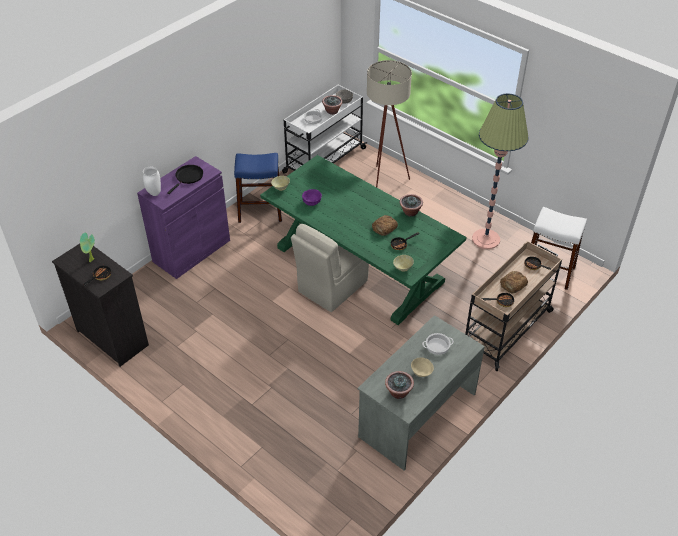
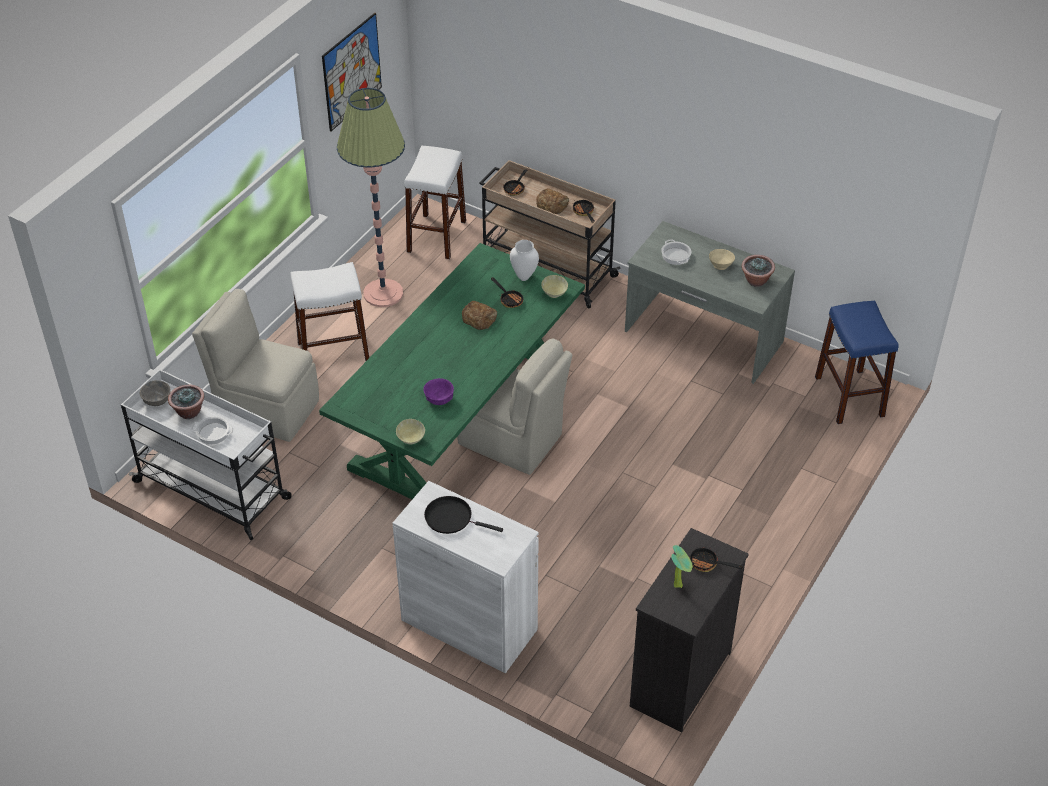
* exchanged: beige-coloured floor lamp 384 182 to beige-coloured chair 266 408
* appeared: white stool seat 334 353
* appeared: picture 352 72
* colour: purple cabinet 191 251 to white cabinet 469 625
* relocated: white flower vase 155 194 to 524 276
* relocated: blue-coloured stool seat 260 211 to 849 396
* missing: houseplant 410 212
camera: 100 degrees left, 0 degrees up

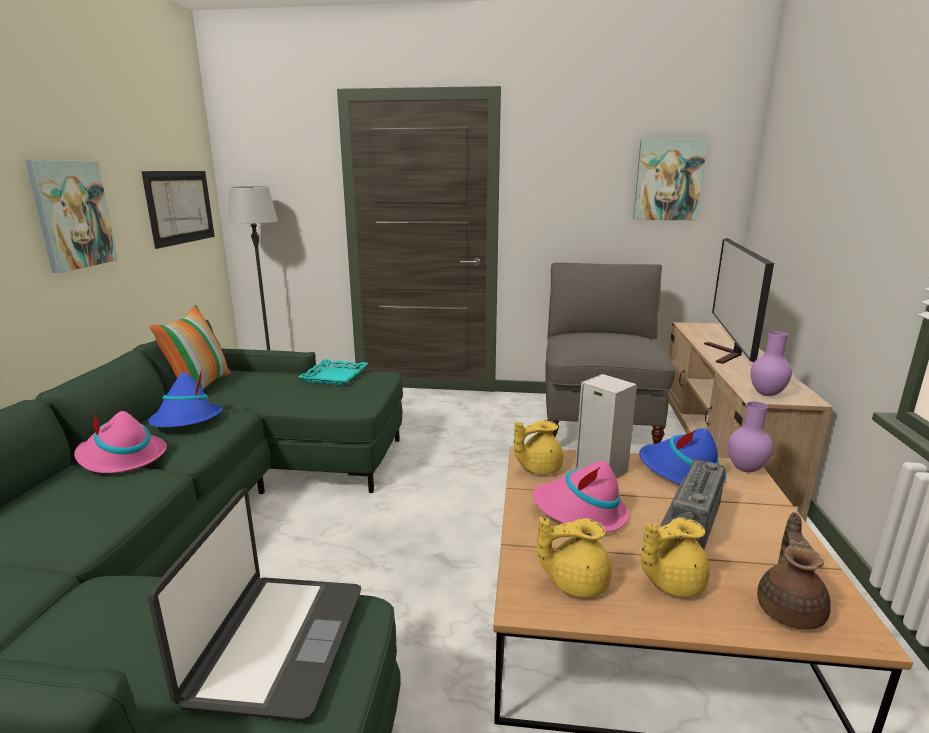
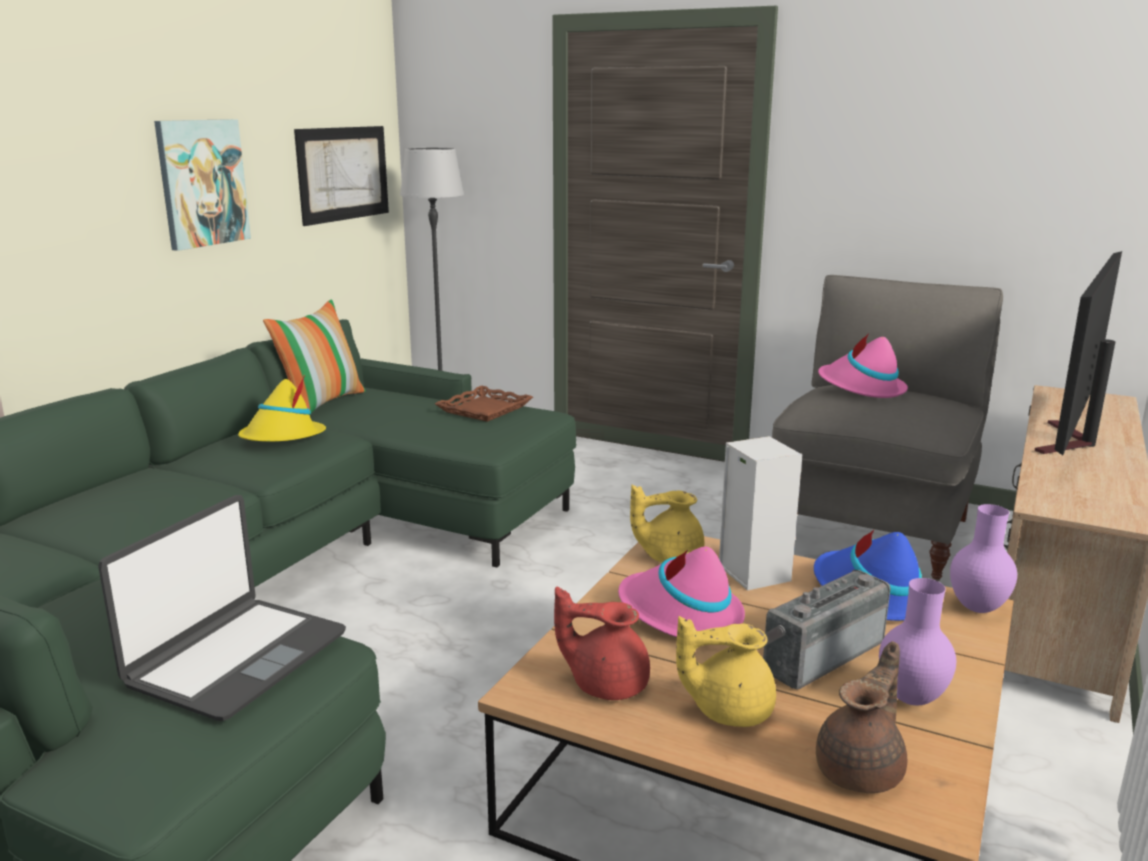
* colour: blue-coloured clothing hat 186 421 to yellowish clothing hat 282 438
* colour: blue-green tray 335 376 to brown tray 485 409
* colour: yellowish teapot 575 582 to reddish teapot 606 683
* relocated: pink-coloured clothing hat 121 457 to 861 388
* relocated: purple flower vase 766 394 to 911 697
* missing: picture 668 179
camera: 20 degrees right, 0 degrees up

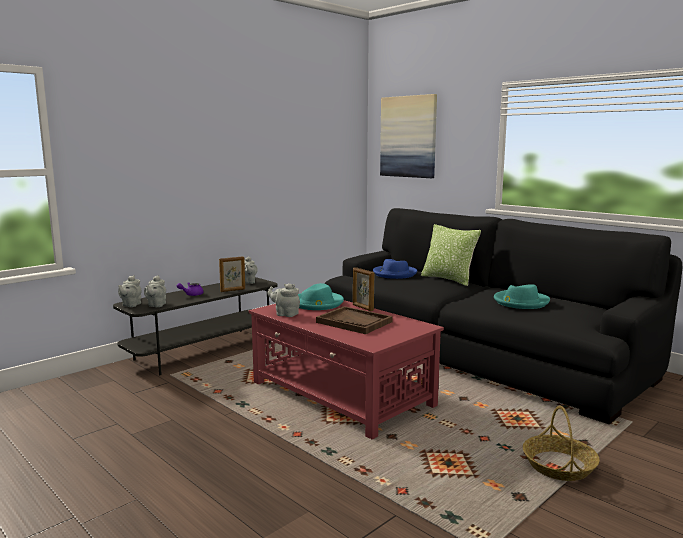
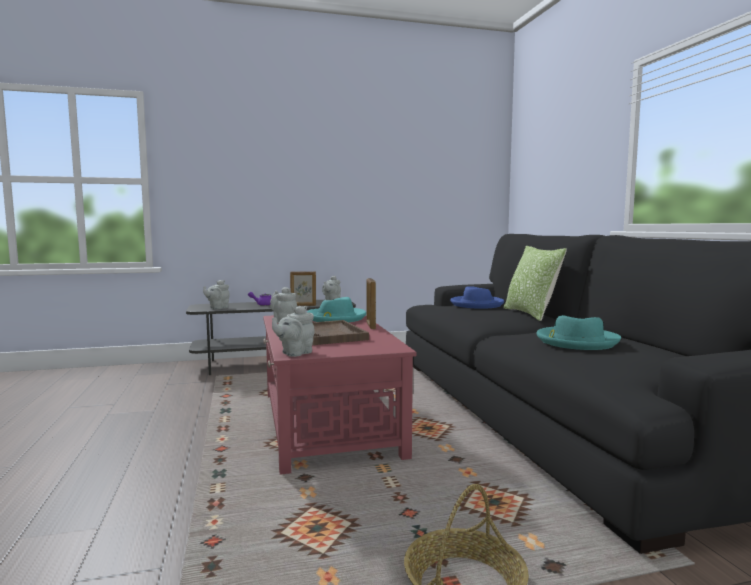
* relocated: grey teapot 131 305 to 295 353
* missing: picture 408 137
camera: 30 degrees right, 5 degrees down

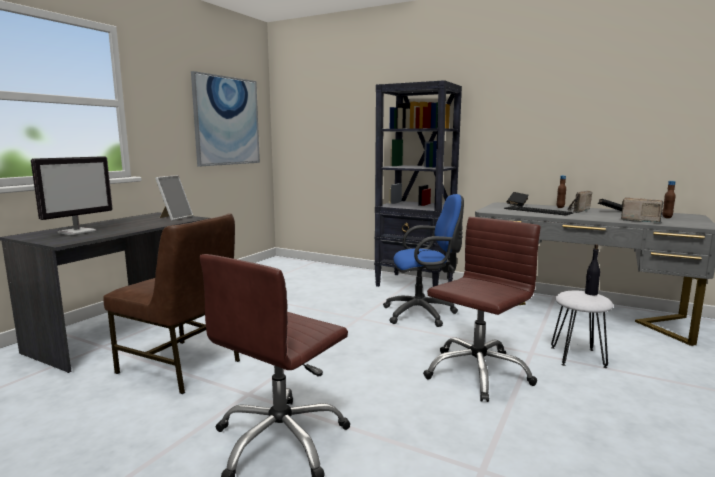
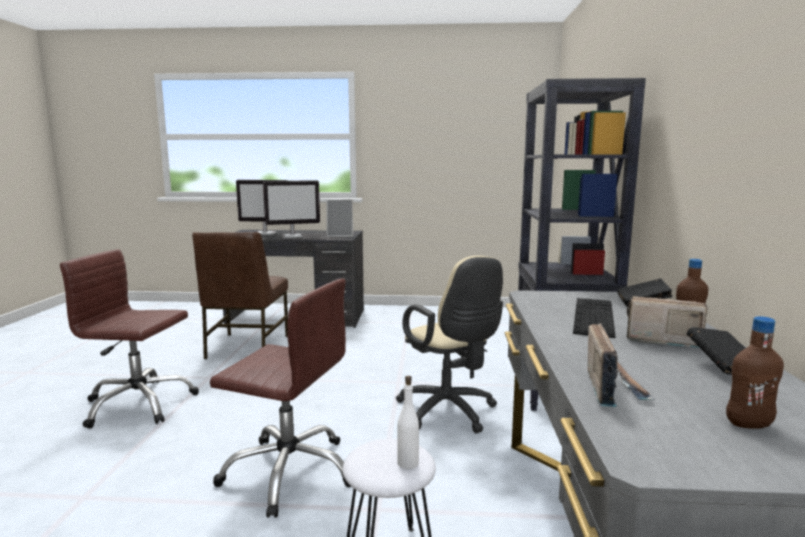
* appeared: computer screen 293 236
* colour: blue-coloured office chair 423 314 to beige-coloured office chair 449 413
* colour: blackish bottle 591 293 to white bottle 407 463
* missing: picture 227 121
camera: 65 degrees right, 0 degrees up

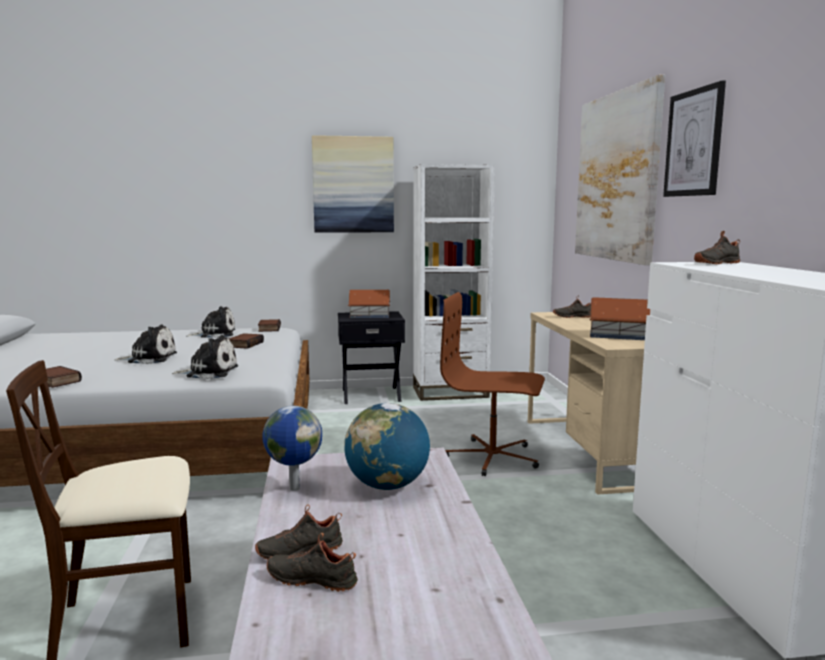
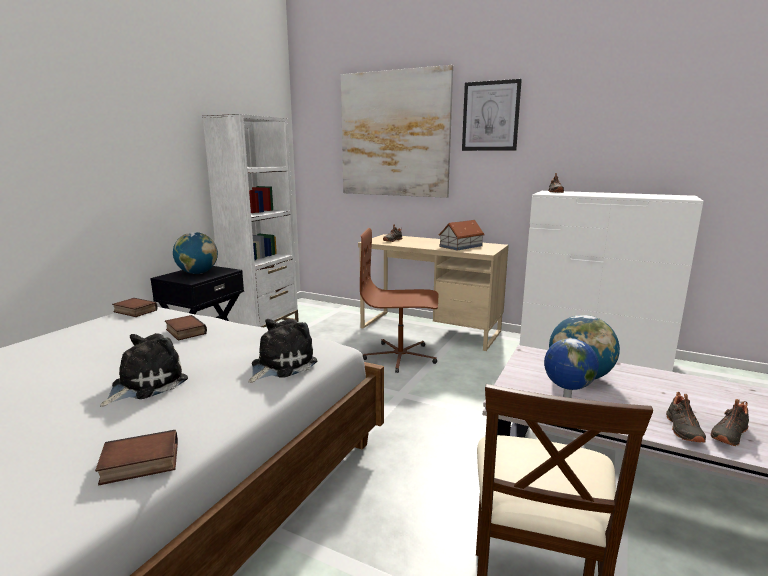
* exchanged: toy house 370 315 to globe 197 273
* spun: brown office chair 492 457 = 400 357 45 degrees clockwise
* missing: cuddly toy 215 334
* missing: picture 353 185
camera: 55 degrees left, 5 degrees up

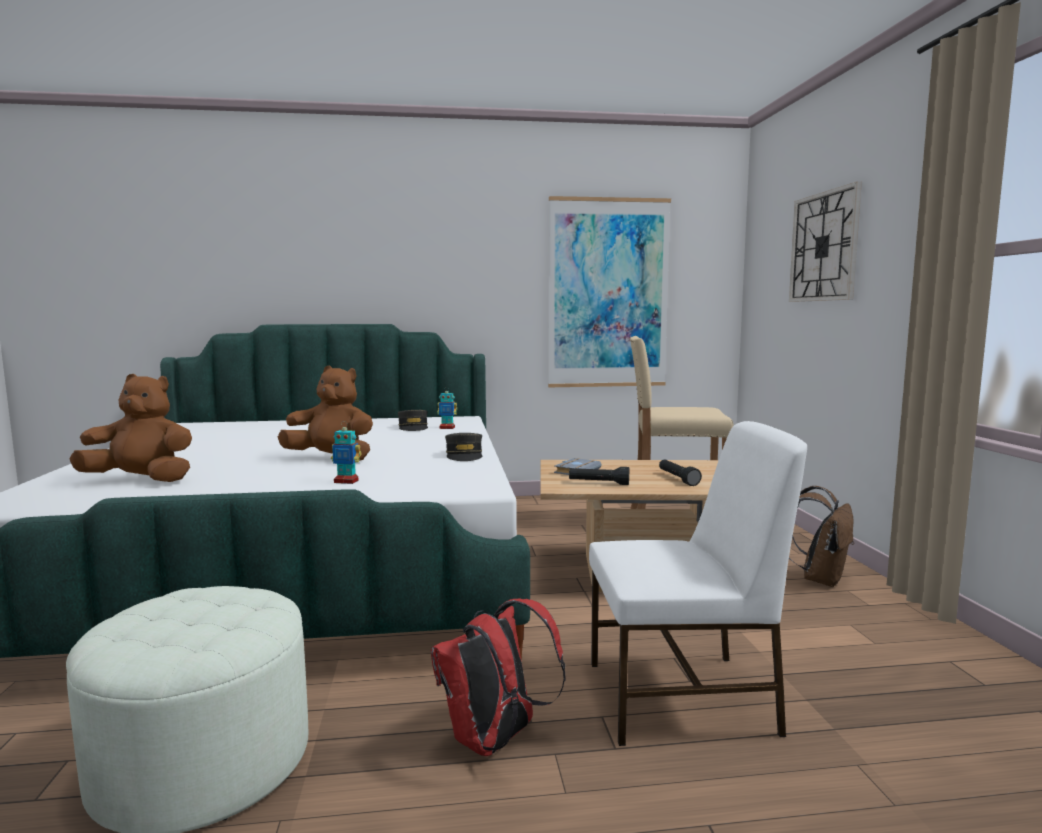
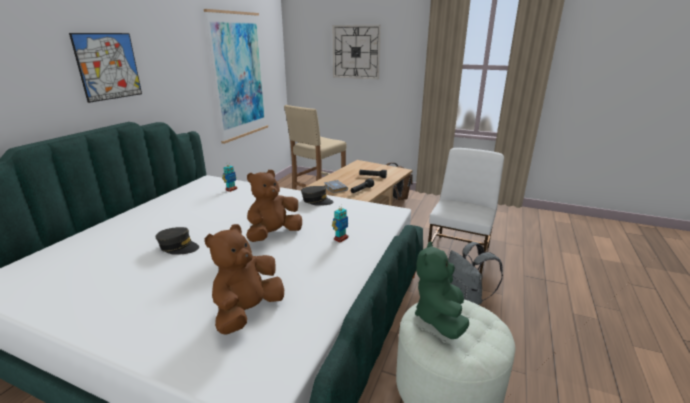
* appeared: picture 108 66
* relocated: grey baseball cap 413 427 to 178 247
* appeared: green-coloured cuddly toy 439 318
* colour: reddish rucksack 495 741 to grey rucksack 467 299
camera: 60 degrees left, 15 degrees up

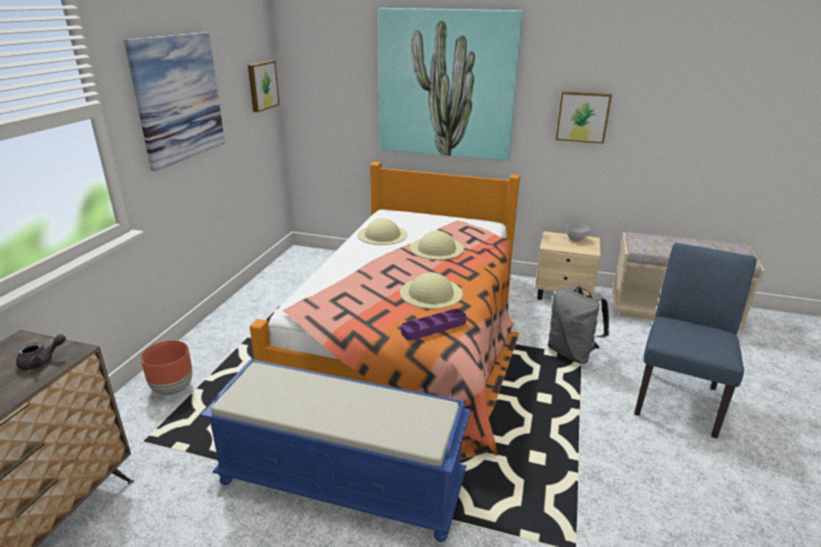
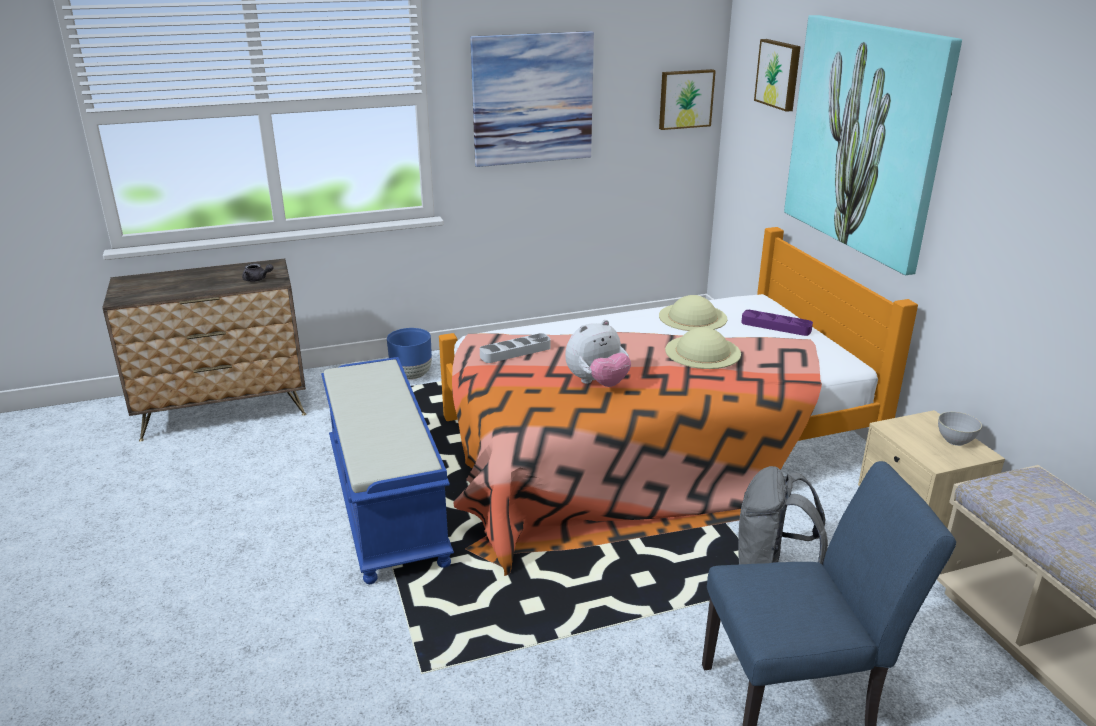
* colour: brown planter 172 388 to blue-coloured planter 411 375
* appeared: grey tray 515 352
* exchanged: beige-coloured clothing hat 431 293 to cuddly toy 597 383
* relocated: purple tray 434 327 to 776 326
* relocated: picture 582 117 to 779 74
camera: 55 degrees right, 0 degrees up

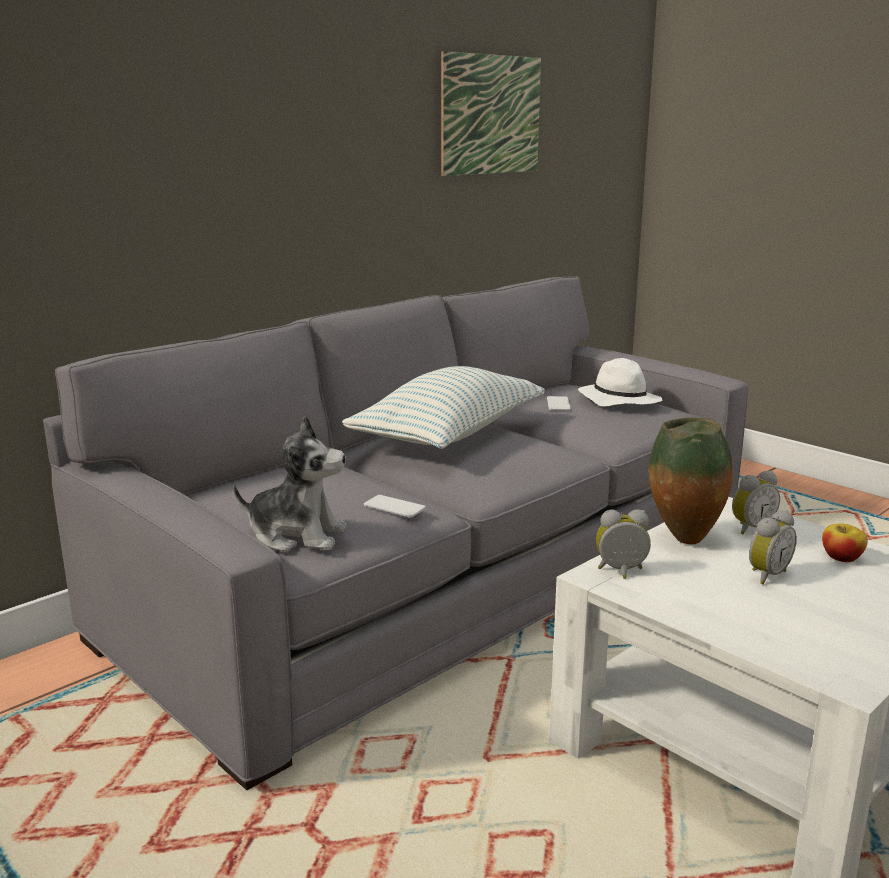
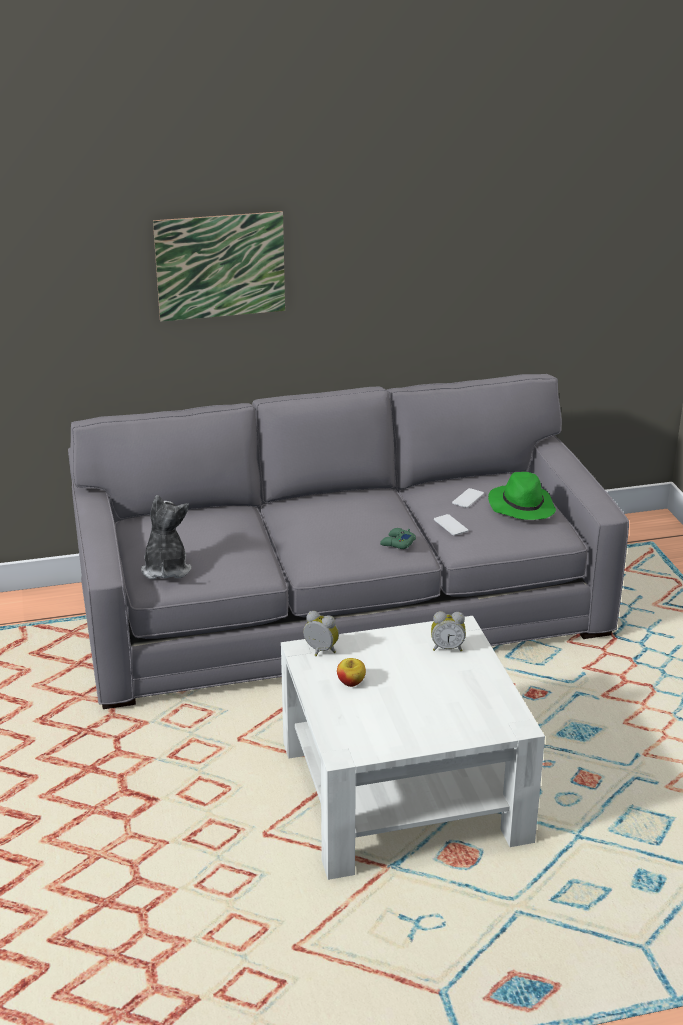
* spun: cuddly toy 297 535 = 166 569 135 degrees counterclockwise
* relocated: picture 491 115 to 220 266
* relocated: apple 841 558 to 351 682
* appeared: green-coloured gamepad 397 543
* relocated: phone 394 507 to 450 525
* colour: white clothing hat 618 400 to green-coloured clothing hat 521 507
* missing: throw pillow 449 435
* missing: flower vase 683 541
* missing: table clock 765 575
camera: 30 degrees right, 10 degrees up

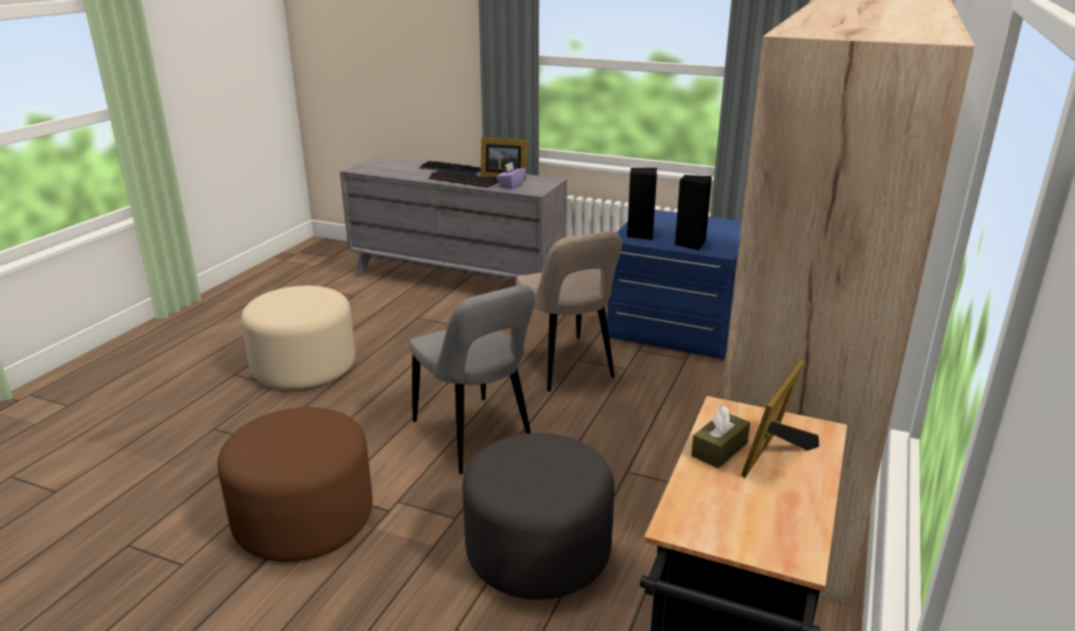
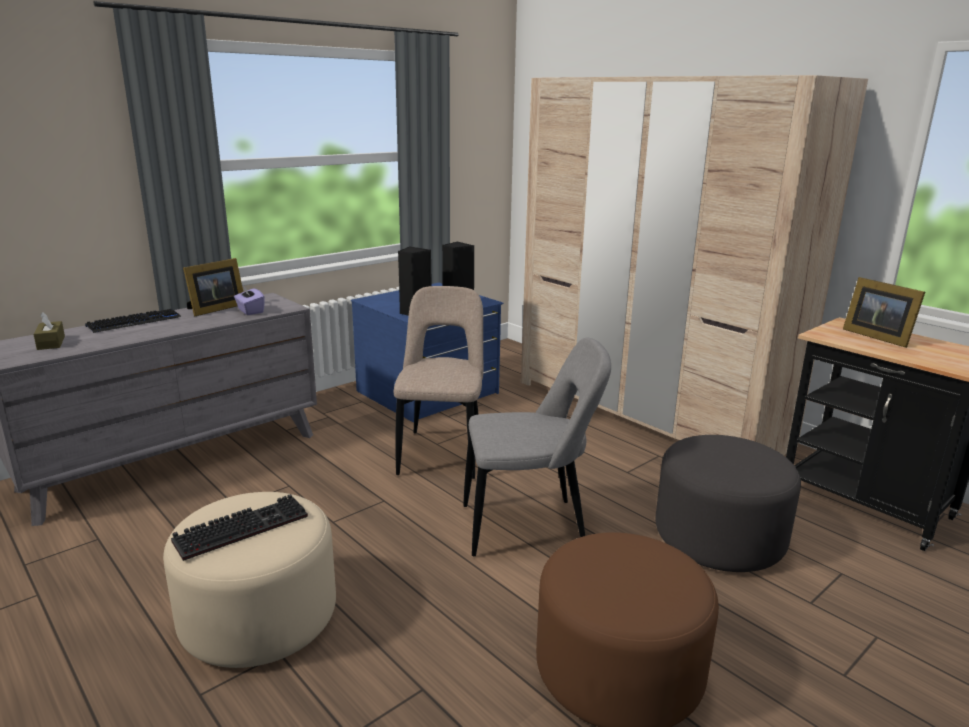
* relocated: brown tissue box 719 449 to 51 343
* relocated: computer keyboard 465 180 to 243 527
* spun: beige-coloured chair 566 366 = 442 452 90 degrees counterclockwise
camera: 65 degrees left, 5 degrees down

